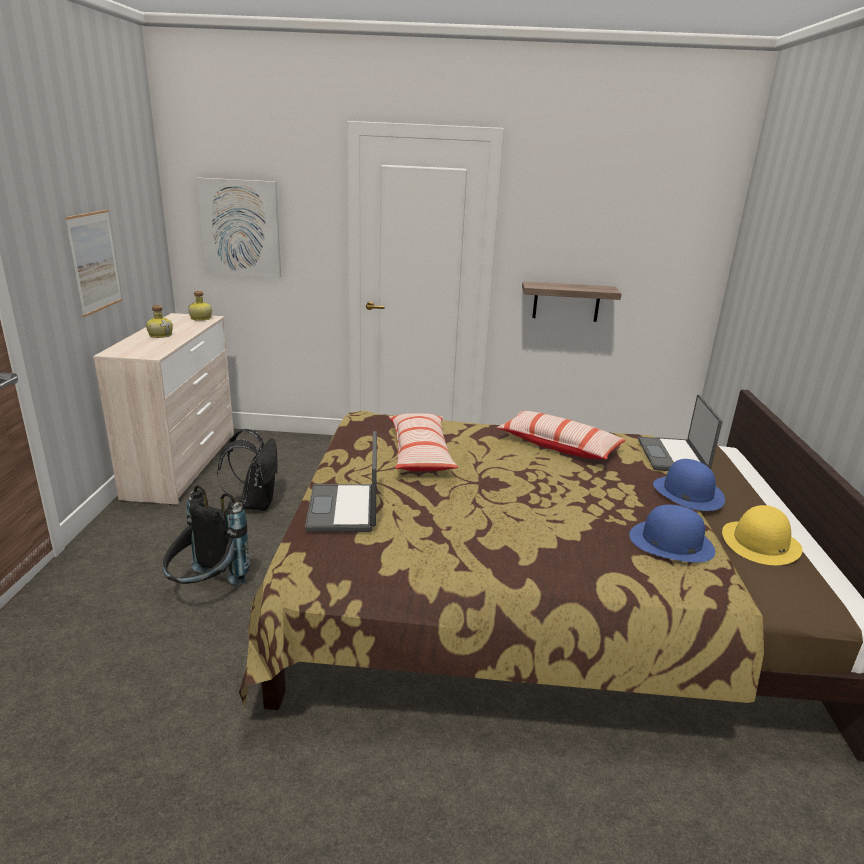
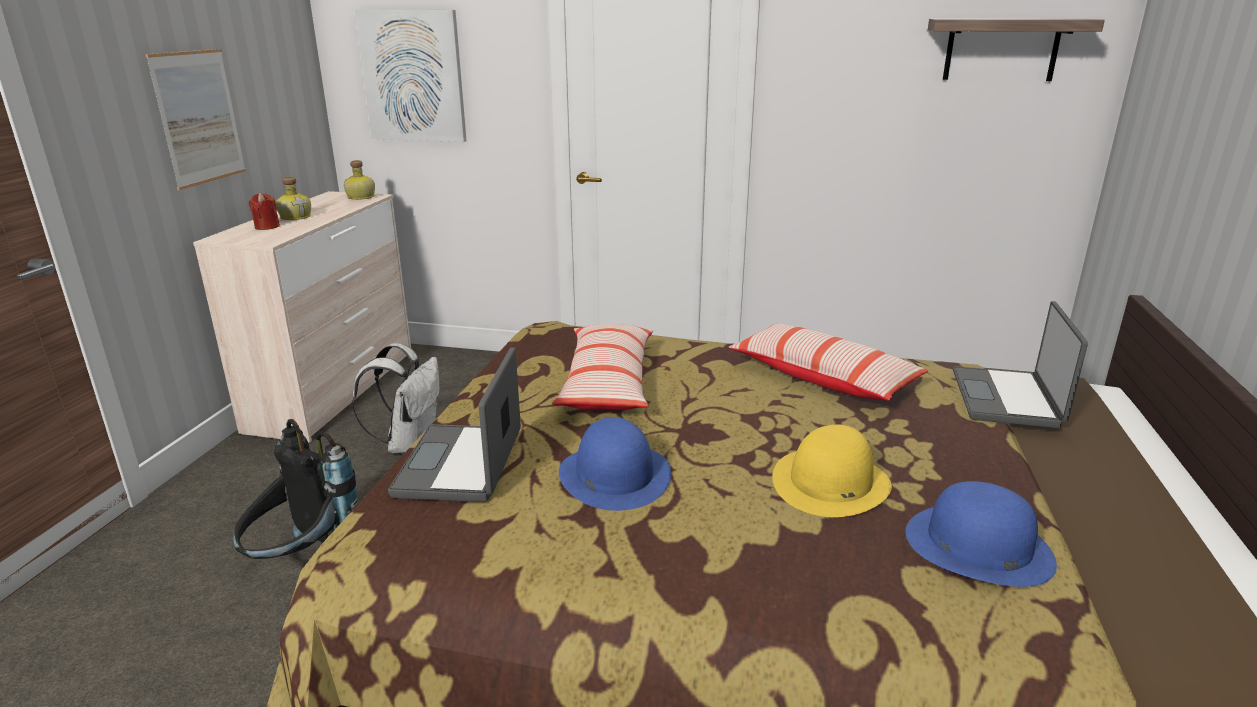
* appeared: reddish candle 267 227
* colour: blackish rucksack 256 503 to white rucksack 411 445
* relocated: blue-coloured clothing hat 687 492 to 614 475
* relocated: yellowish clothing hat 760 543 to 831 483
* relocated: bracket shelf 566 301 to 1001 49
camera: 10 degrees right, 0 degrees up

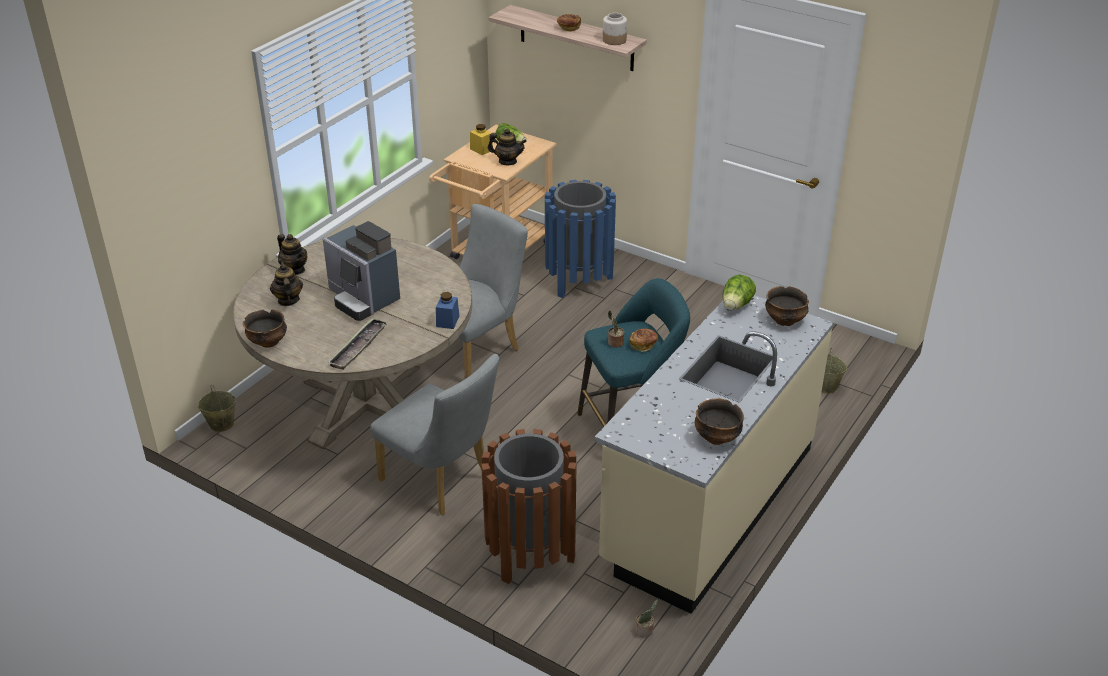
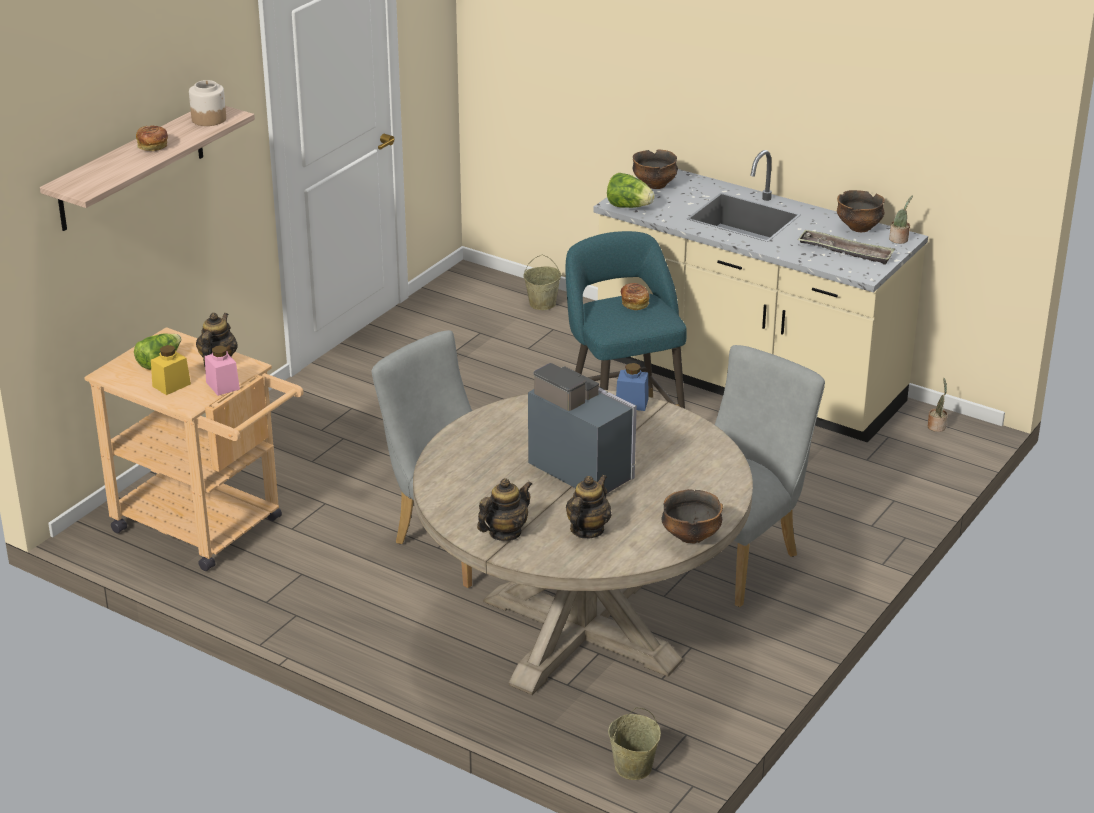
* appeared: pink-coloured jar 222 385
* spun: coffee machine 363 299 = 582 468 90 degrees counterclockwise
* spun: teapot 288 300 = 587 530 135 degrees clockwise
* relocated: tray 358 347 to 845 251
* relocated: houseplant 614 343 to 899 240
* missing: brown trash can 530 554
* missing: blue-coloured trash can 579 281
camera: 90 degrees left, 5 degrees down

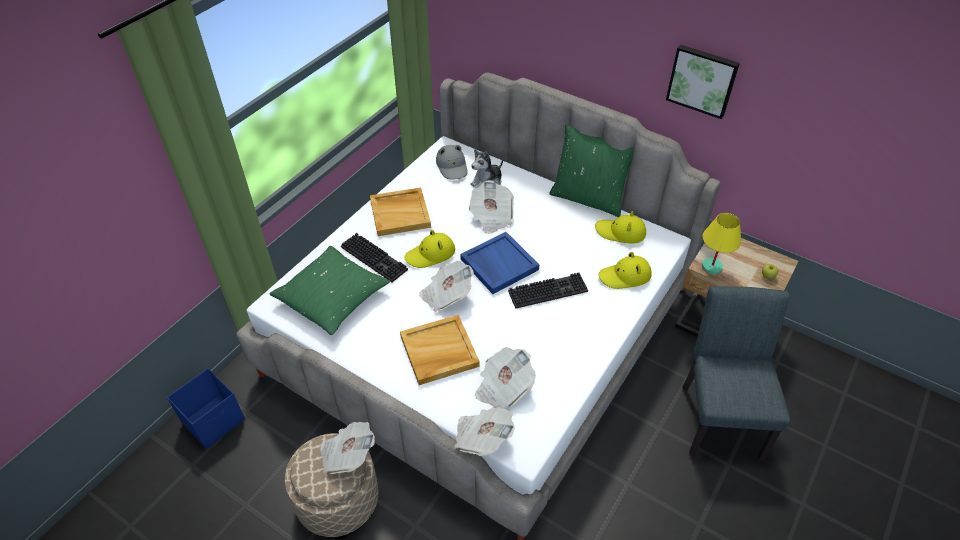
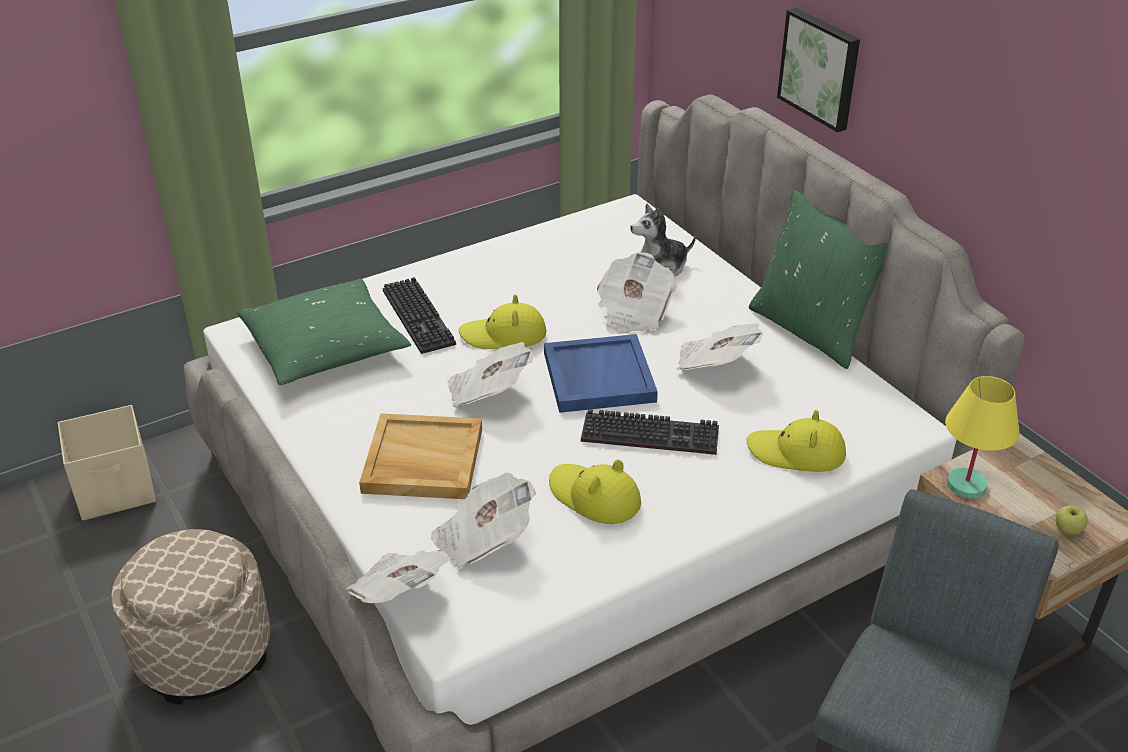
* colour: blue-coloured storage box 214 421 to beige-coloured storage box 117 490
* relocated: yellowish clothing hat 620 232 to 594 497
* relocated: daily paper 347 455 to 715 365
* relocated: picture 702 80 to 821 68
* missing: beige-coloured tray 400 213
* missing: grey clothing hat 452 166
camera: 25 degrees right, 10 degrees down

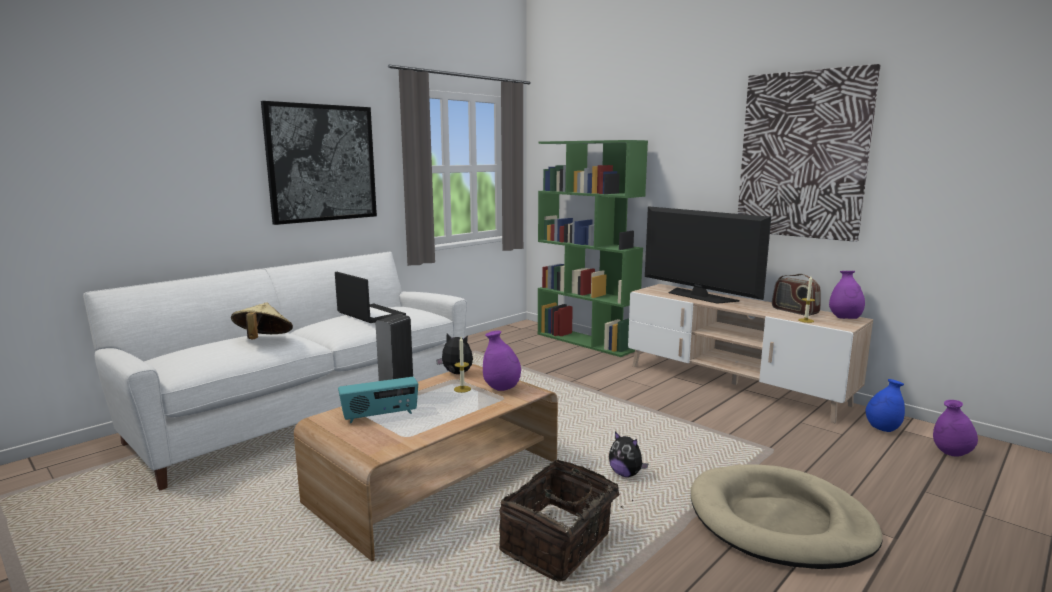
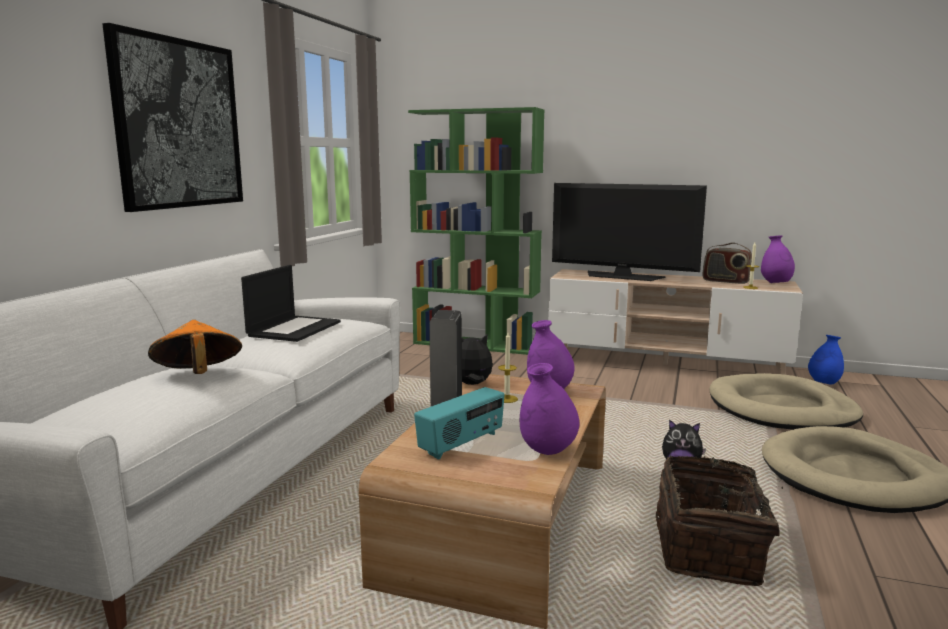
* colour: beige-coloured clothing hat 263 340 to orange clothing hat 198 376
* spun: laptop 370 314 = 294 329 90 degrees clockwise
* relocated: purple flower vase 951 453 to 547 451
* appeared: beige-coloured pet bed 782 409
* missing: picture 802 155
camera: 25 degrees left, 0 degrees up

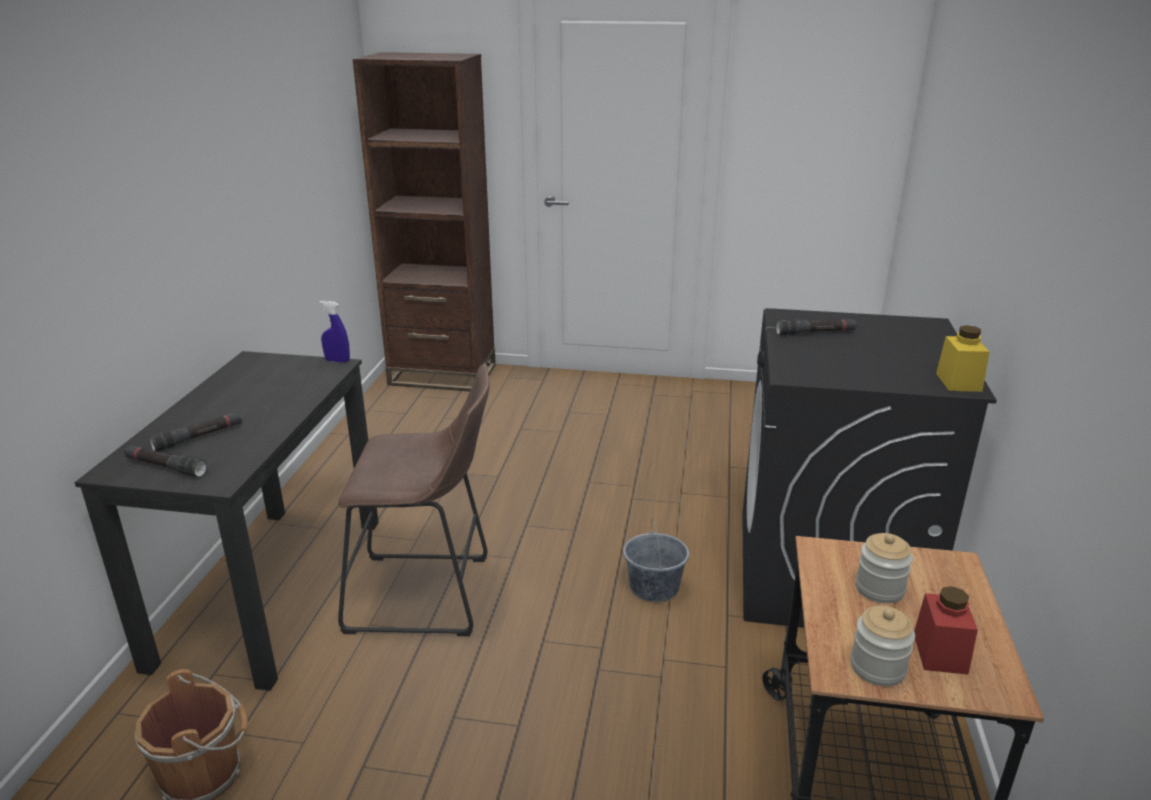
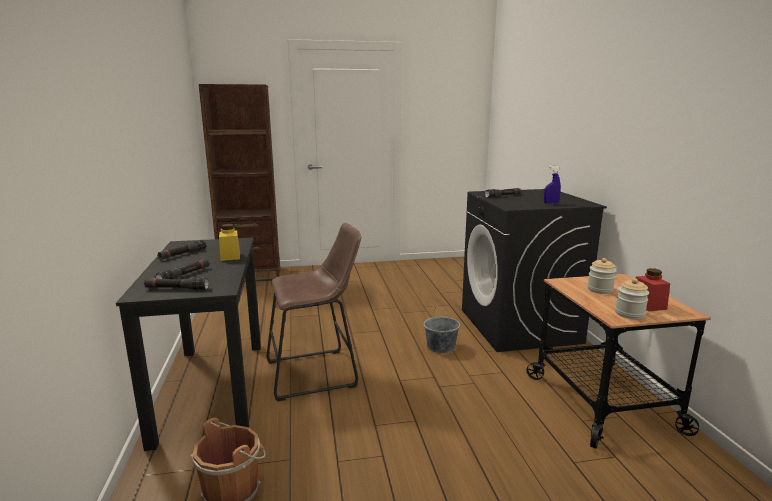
* appeared: blackish hand torch 182 254
* relocated: yellowish jar 958 382 to 230 256
* relocated: blue-coloured sprayer 337 361 to 551 203
camera: 20 degrees left, 10 degrees down

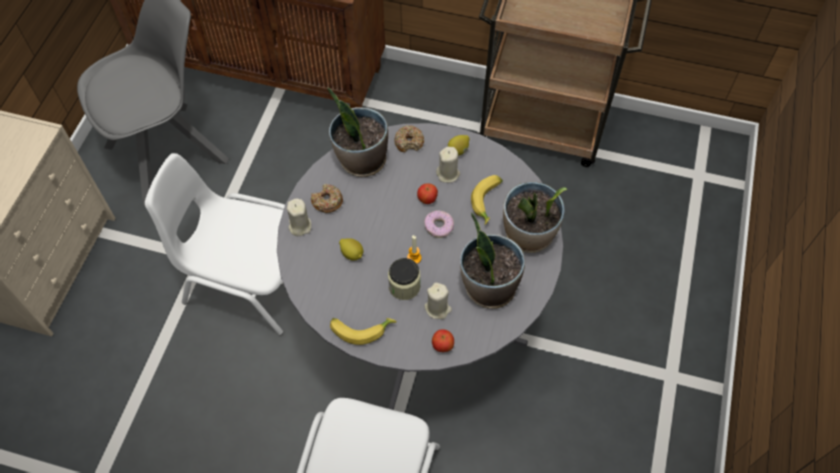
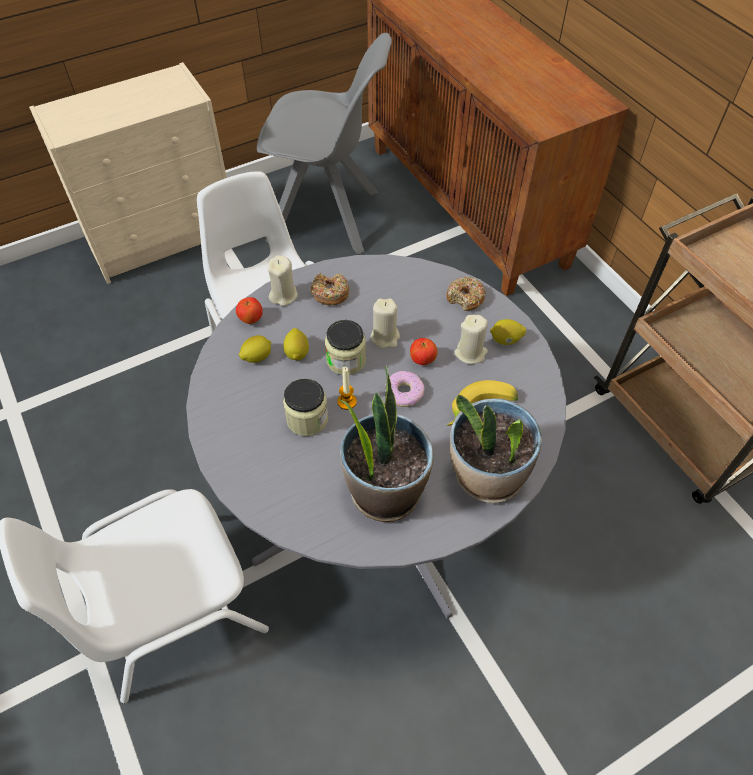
* relocated: apple 442 345 to 250 319
* appeared: lemon 256 357
* appeared: jar 346 360
* relocated: beige-coloured candle 438 308 to 385 337
* missing: houseplant 361 160
* missing: banana 361 328
camera: 45 degrees right, 5 degrees down

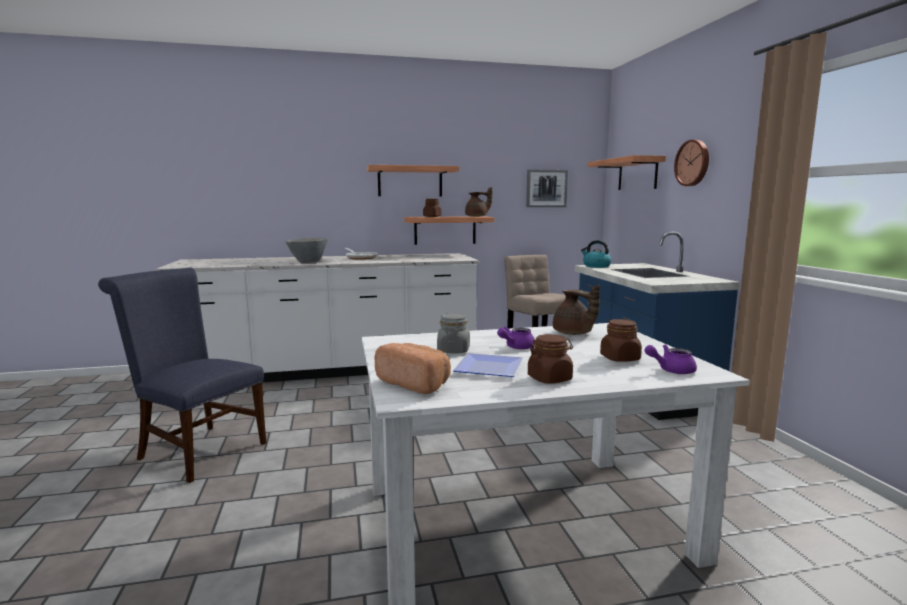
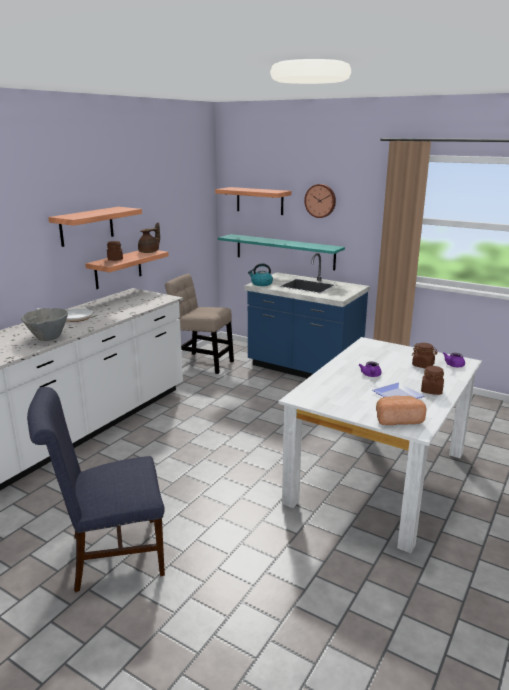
* appeared: blue-green bracket shelf 284 251
* missing: grey jar 453 350
* missing: picture 546 188
* missing: brown teapot 573 333
camera: 45 degrees left, 10 degrees up

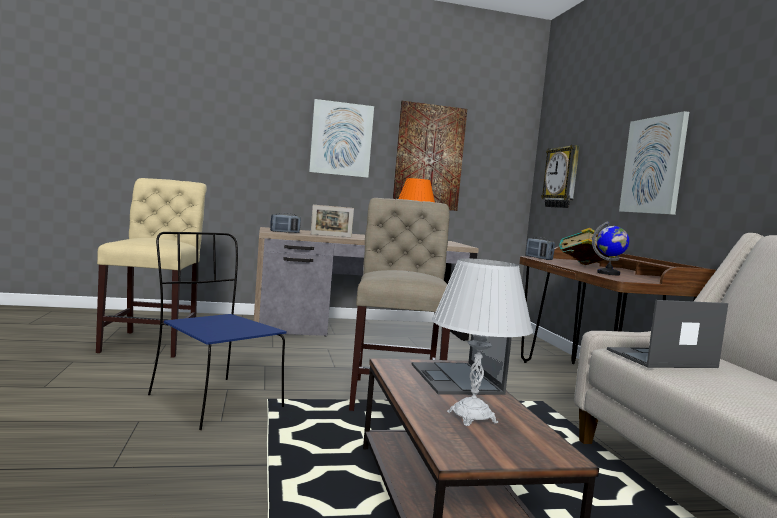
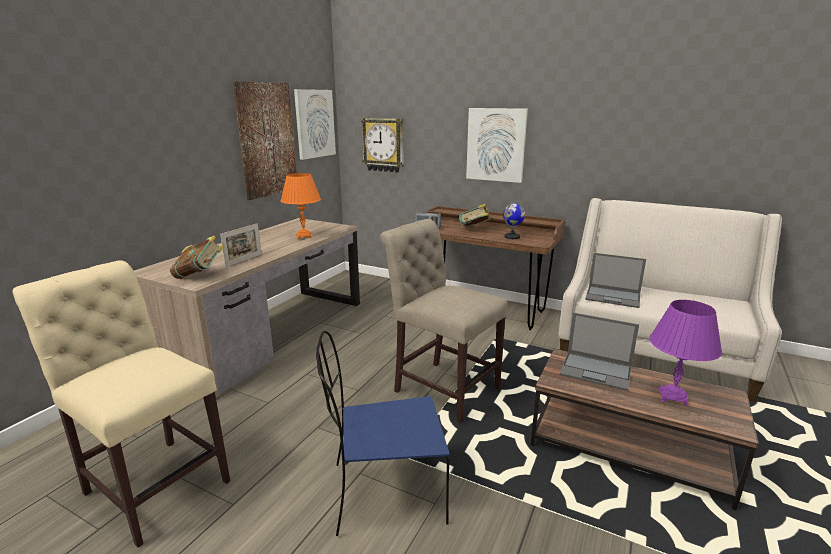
* exchanged: radio 285 232 to book 200 275
* relocated: picture 341 139 to 314 123
* spun: laptop 660 359 = 613 297 90 degrees counterclockwise
* colour: white lamp for a table 472 417 to purple lamp for a table 672 397
camera: 50 degrees left, 15 degrees up

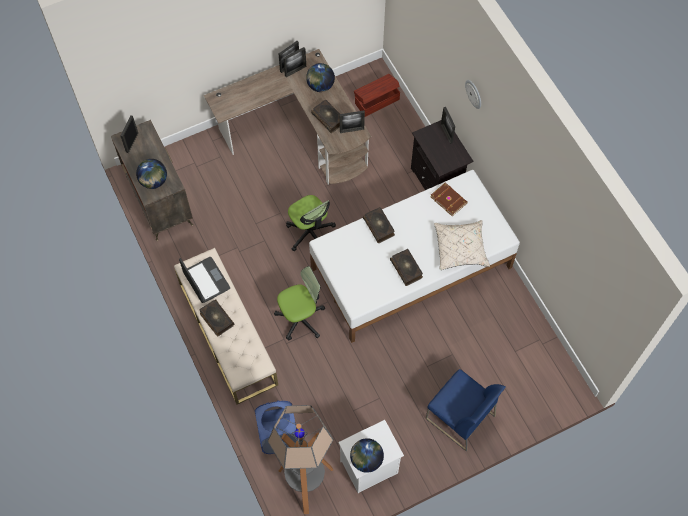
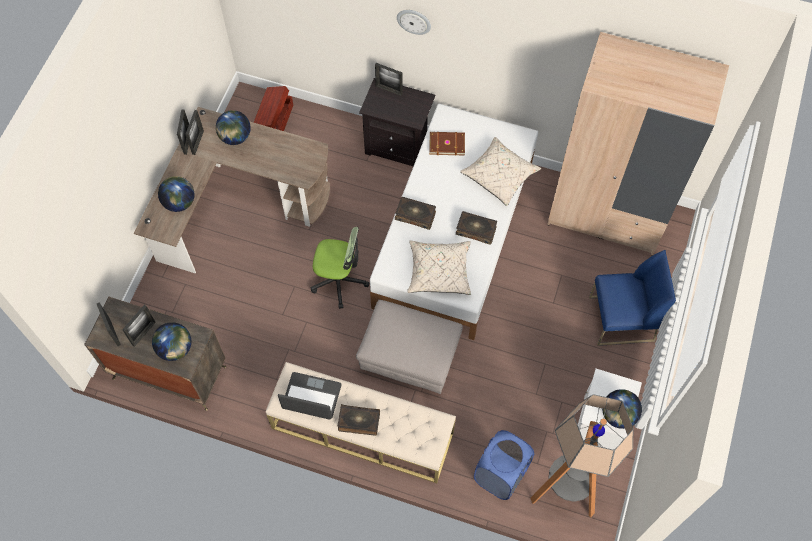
* relocated: picture frame 351 130 to 143 333
* appeared: globe 179 202
* exchanged: office chair 300 318 to grey ottoman 410 359
* appeared: beige-coloured throw pillow 439 271
* appeared: beige-coloured clothes cupboard 606 215
* missing: book 328 118
camera: 45 degrees left, 0 degrees up

